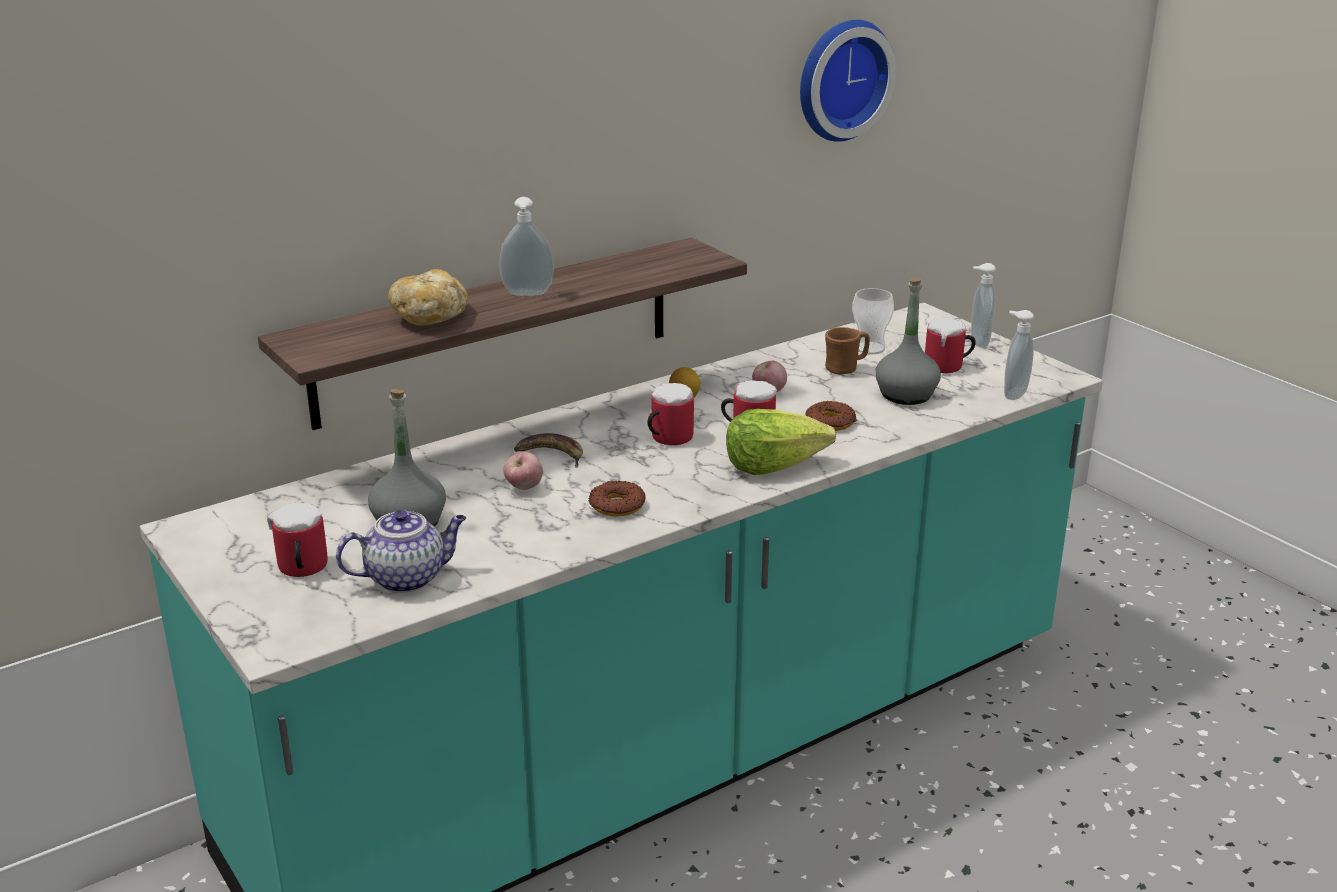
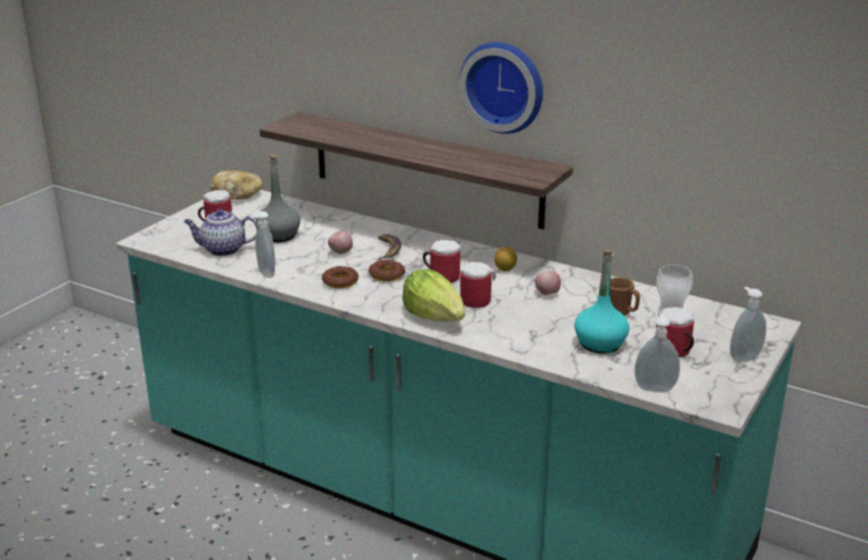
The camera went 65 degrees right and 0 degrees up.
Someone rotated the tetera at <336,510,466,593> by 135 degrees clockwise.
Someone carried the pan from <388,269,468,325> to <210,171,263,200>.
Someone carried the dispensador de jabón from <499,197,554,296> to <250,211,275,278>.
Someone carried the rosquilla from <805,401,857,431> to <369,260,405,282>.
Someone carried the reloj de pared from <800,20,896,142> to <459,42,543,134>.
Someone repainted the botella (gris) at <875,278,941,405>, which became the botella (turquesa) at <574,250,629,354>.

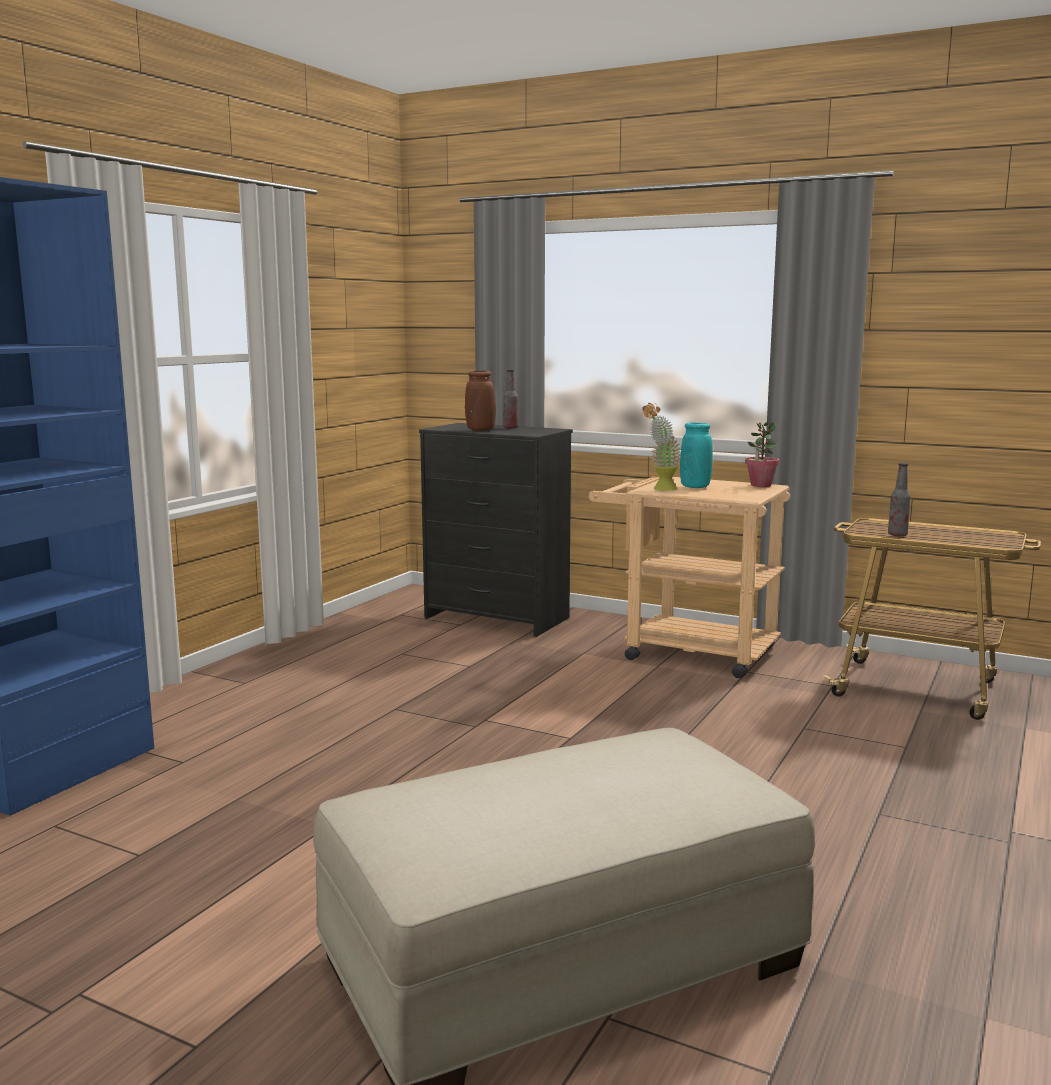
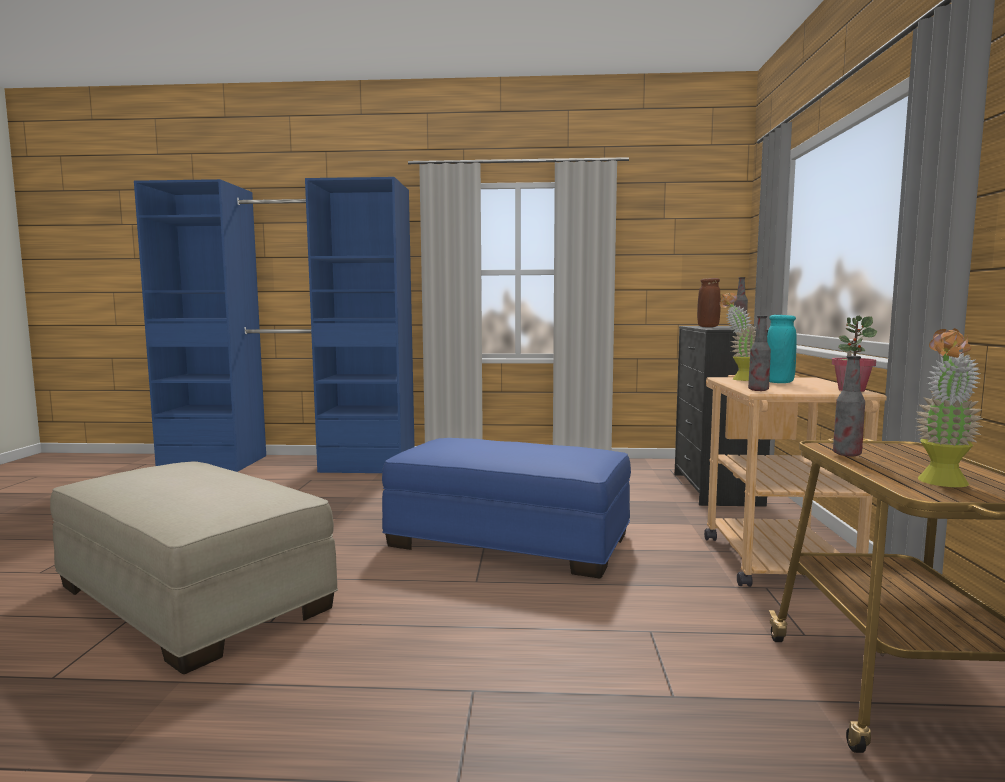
The camera went 65 degrees right and 5 degrees down.
Someone put down the puf (azul) at <382,438,631,578>.
Someone put down the botella at <748,316,771,391>.
Someone put down the planta en maceta at <916,328,983,487>.

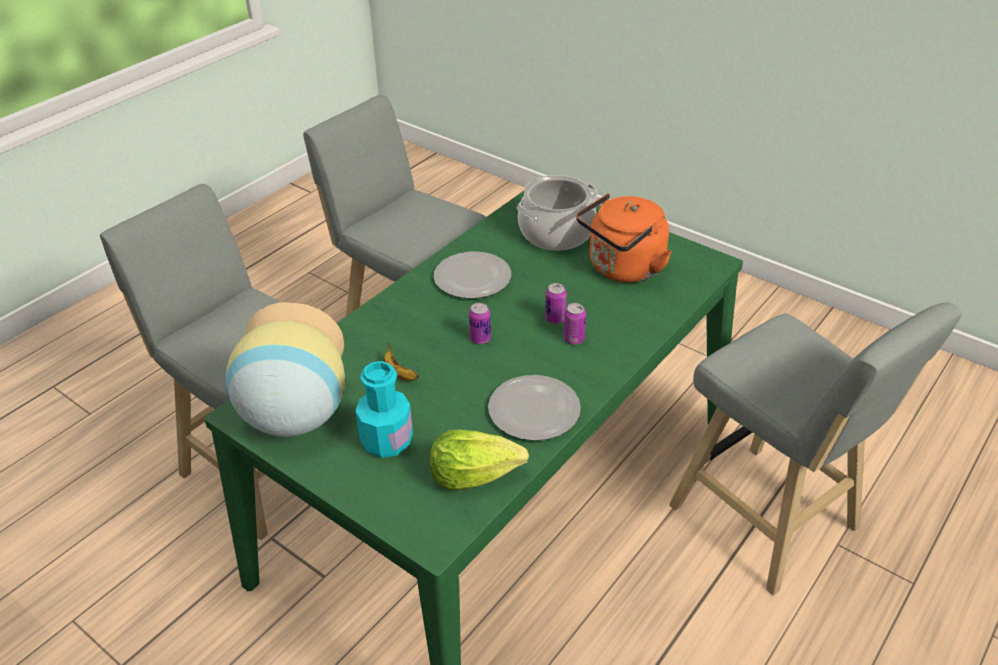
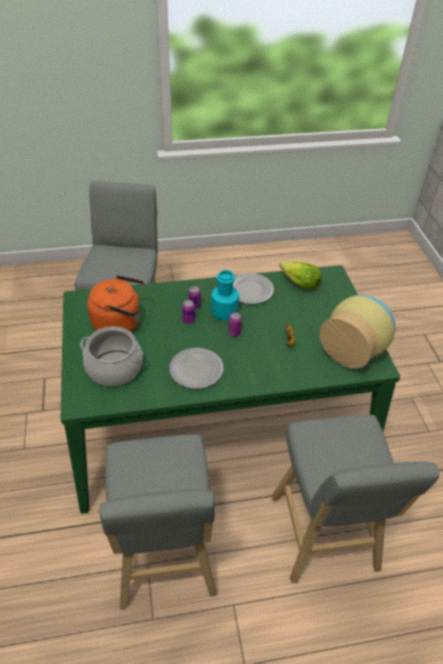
The camera went 140 degrees left and 5 degrees up.
Someone carried the botella (turquesa) from <355,361,413,458> to <211,270,239,320>.

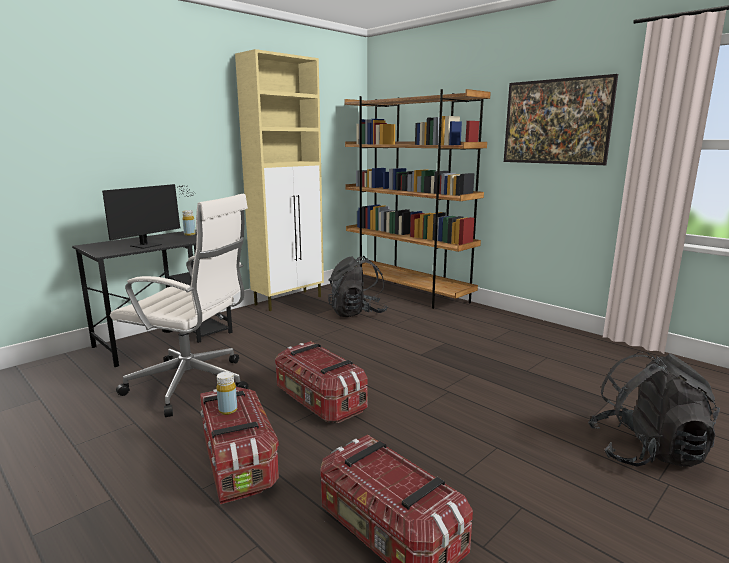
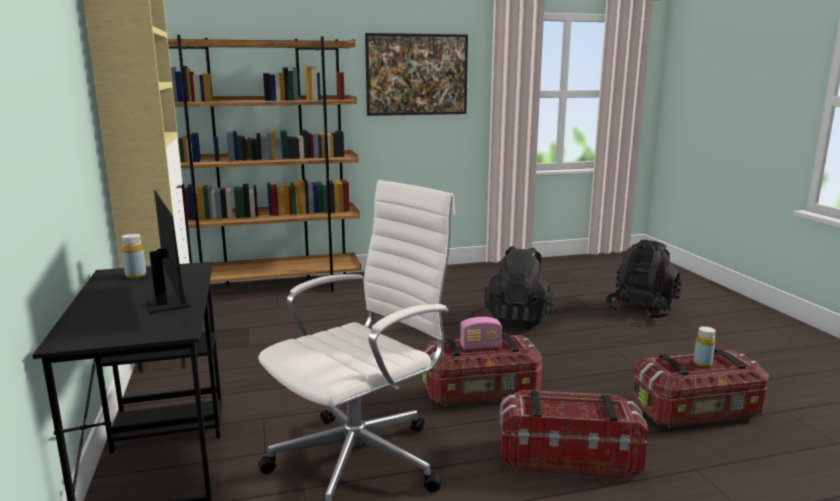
The camera went 60 degrees left and 0 degrees up.
Someone put down the radio at <460,317,502,350>.
Someone carried the mochila (negro) from <328,256,388,317> to <484,246,554,329>.
Someone carried the botella (amarillo) from <217,371,237,415> to <693,326,716,367>.

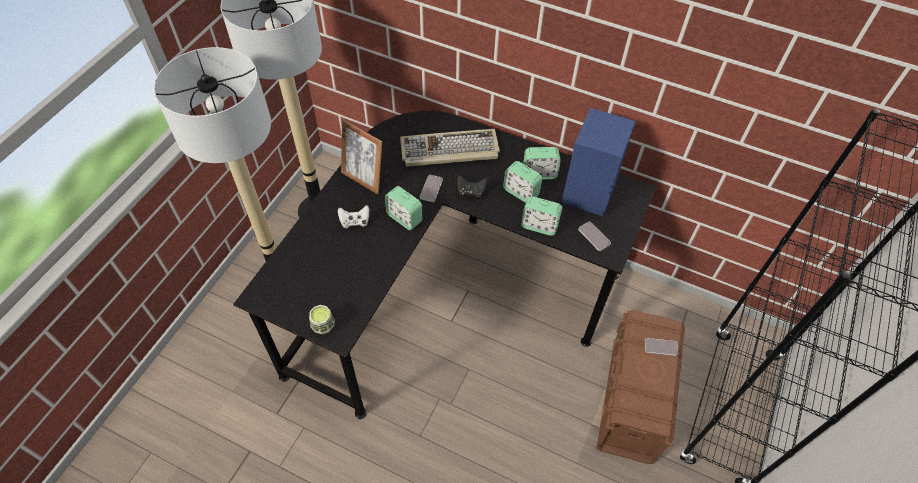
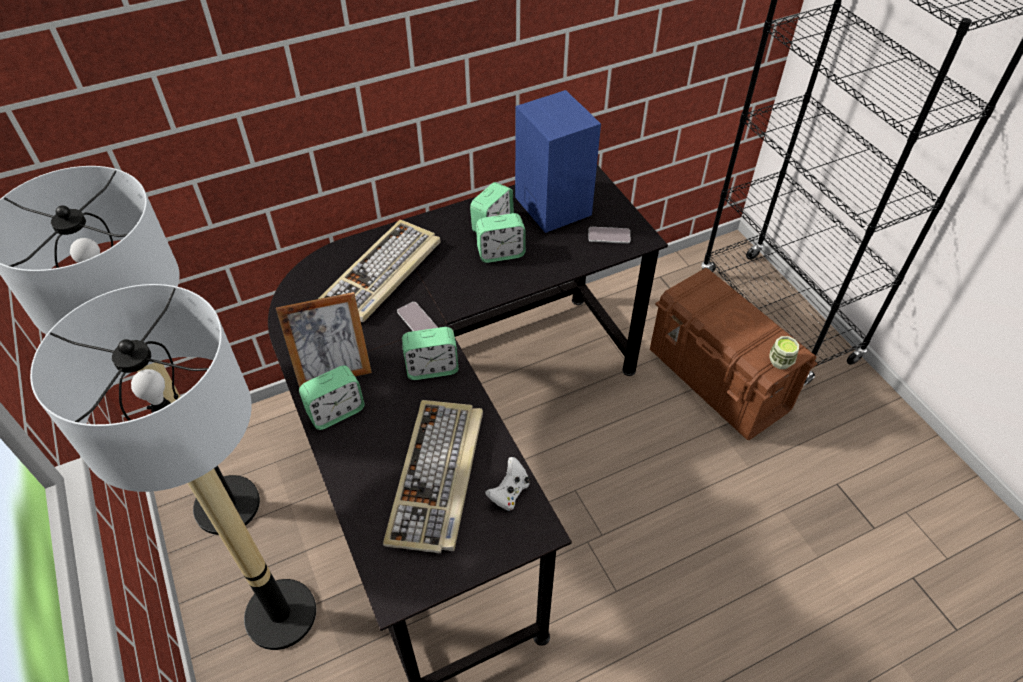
The camera went 50 degrees left and 5 degrees down.
Someone carried the despertador from <521,196,562,236> to <299,365,365,430>.
Someone put down the teclado at <383,400,483,553>.
Someone carried the mando de consola (blanco) from <338,205,369,228> to <485,457,530,511>.
Someone carried the taza from <309,305,335,334> to <769,336,799,369>.
Someone took away the mando de consola (negro) at <457,175,487,198>.
Someone took away the móvil at <645,338,678,356>.

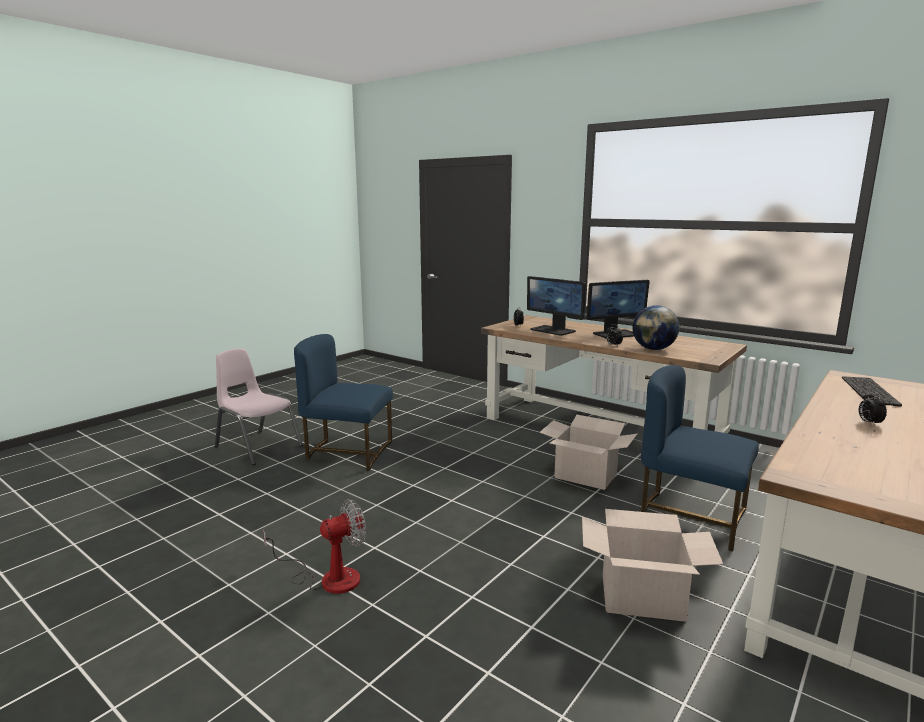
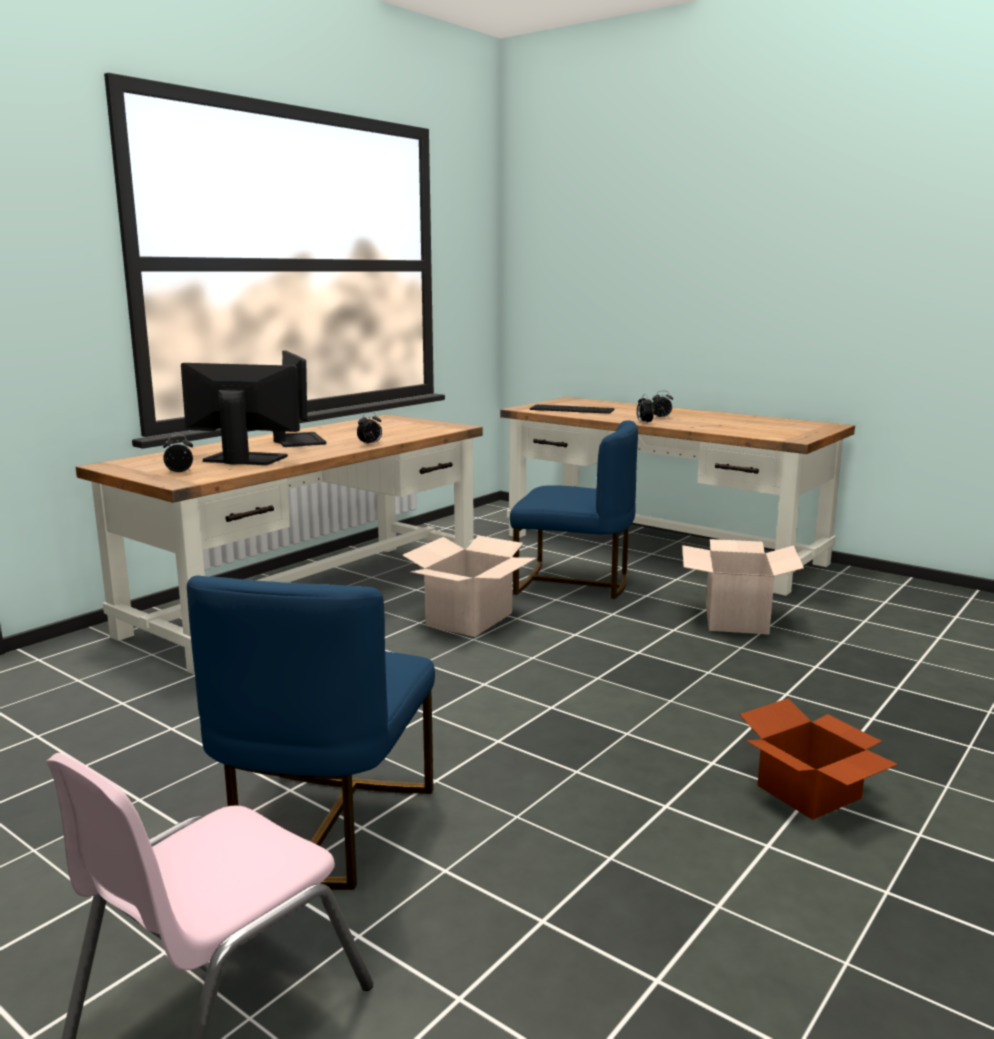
The camera went 90 degrees left and 0 degrees up.
Someone rotated the monitor at <527,276,586,336> by 120 degrees counterclockwise.
Someone rotated the silla (azul) at <641,365,759,552> by 105 degrees counterclockwise.
Someone put down the despertador at <637,394,654,424>.
Someone swapped the ventilador at <263,499,366,594> for the caja de cartón at <739,698,898,820>.
Someone took away the globo terráqueo at <632,305,679,350>.

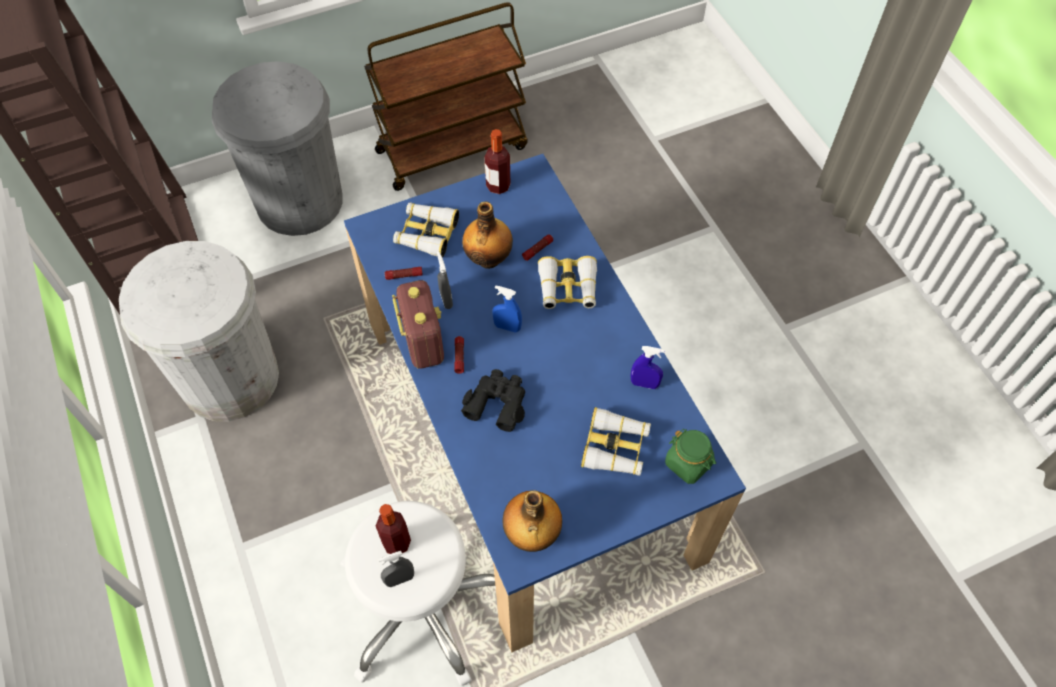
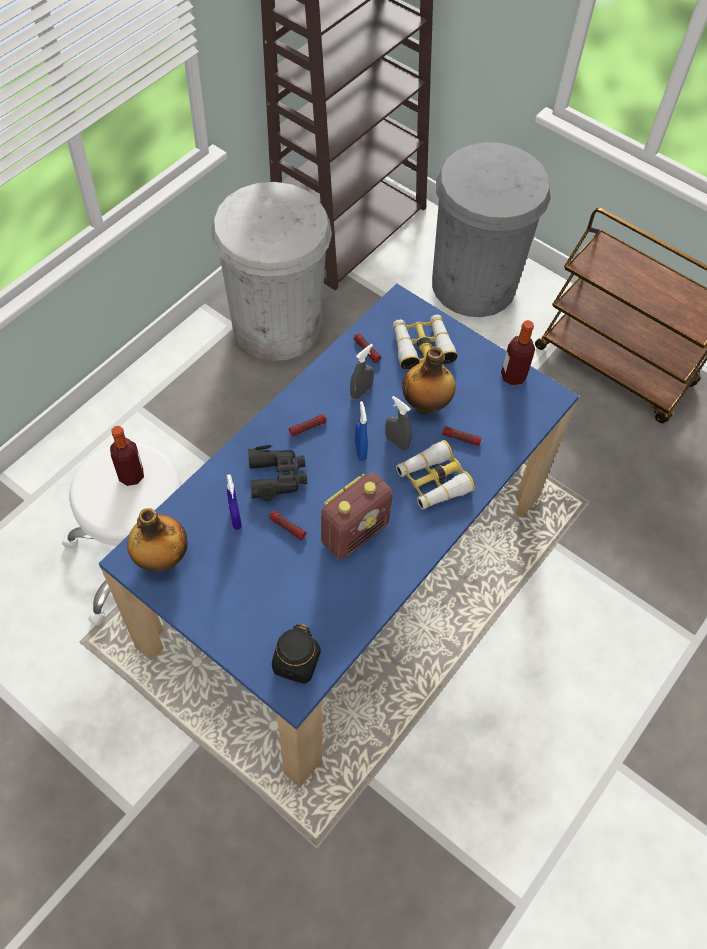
The camera went 60 degrees right and 0 degrees up.
Someone carried the pulverizador (azul) from <631,346,664,389> to <227,474,242,530>.
Someone put down the linterna at <269,511,307,540>.
Someone repainted the tarro (verde) at <665,429,716,484>, which became the tarro (negro) at <272,624,320,684>.
Someone carried the radio from <392,280,444,369> to <321,473,393,559>.
Someone carried the pulverizador (gris) from <378,551,414,587> to <385,396,412,451>.
Someone took away the prismáticos at <581,407,651,476>.

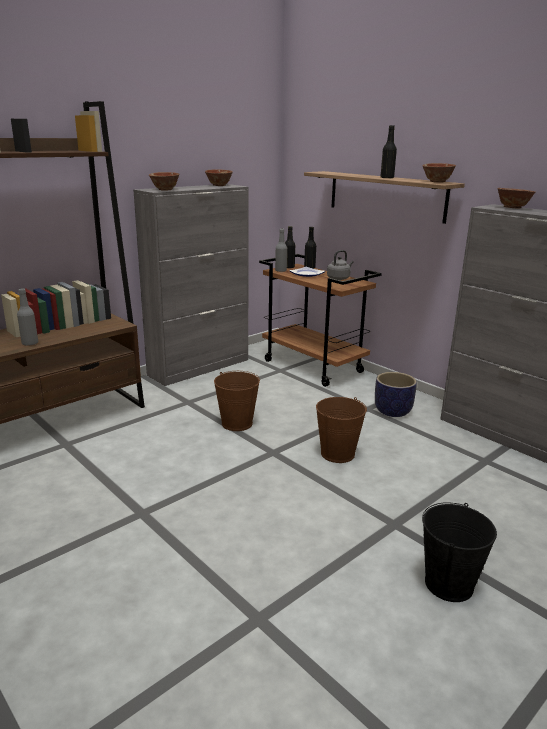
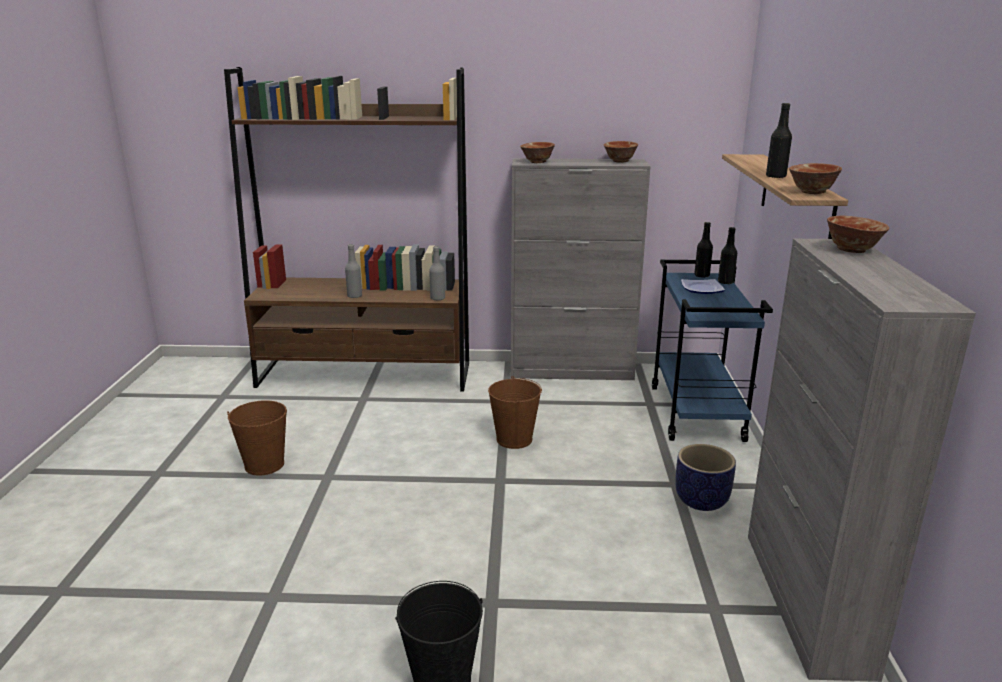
The camera went 45 degrees right and 0 degrees up.
Someone carried the cubo (marrón) from <316,397,367,463> to <227,400,287,476>.
Someone carried the botella (gris) from <275,228,287,272> to <429,246,445,301>.
Someone repainted the carrito (marrón) at <259,254,382,387>, which became the carrito (azul) at <652,260,773,442>.
Someone took away the hervidor (gris) at <327,250,353,280>.

